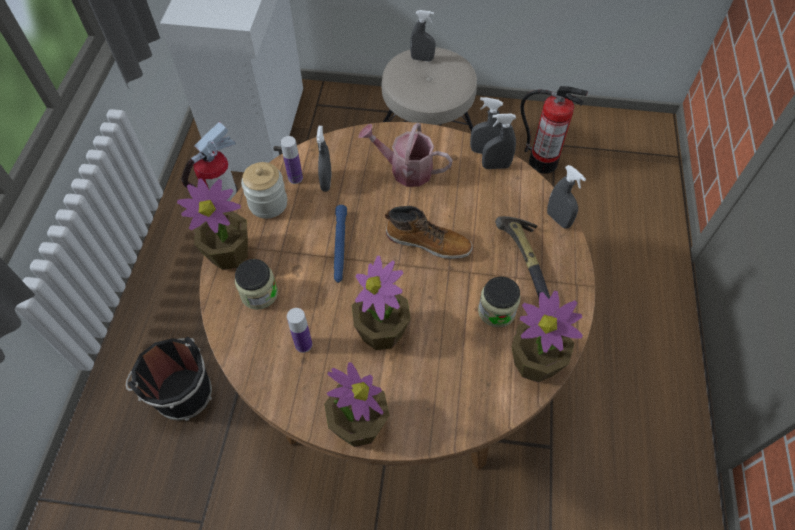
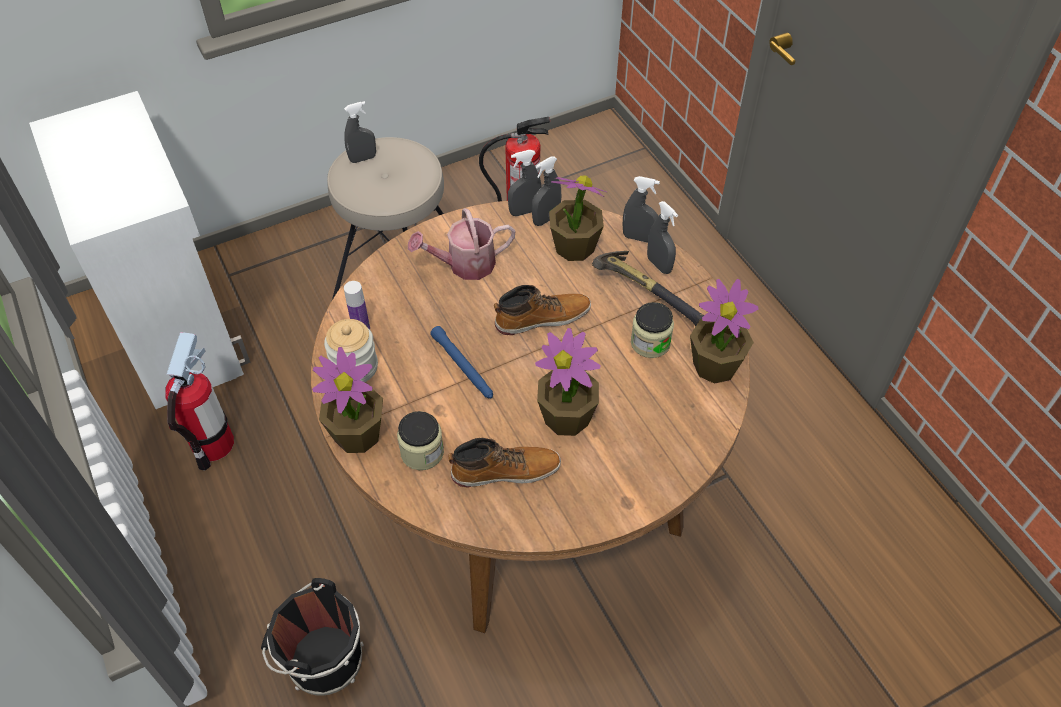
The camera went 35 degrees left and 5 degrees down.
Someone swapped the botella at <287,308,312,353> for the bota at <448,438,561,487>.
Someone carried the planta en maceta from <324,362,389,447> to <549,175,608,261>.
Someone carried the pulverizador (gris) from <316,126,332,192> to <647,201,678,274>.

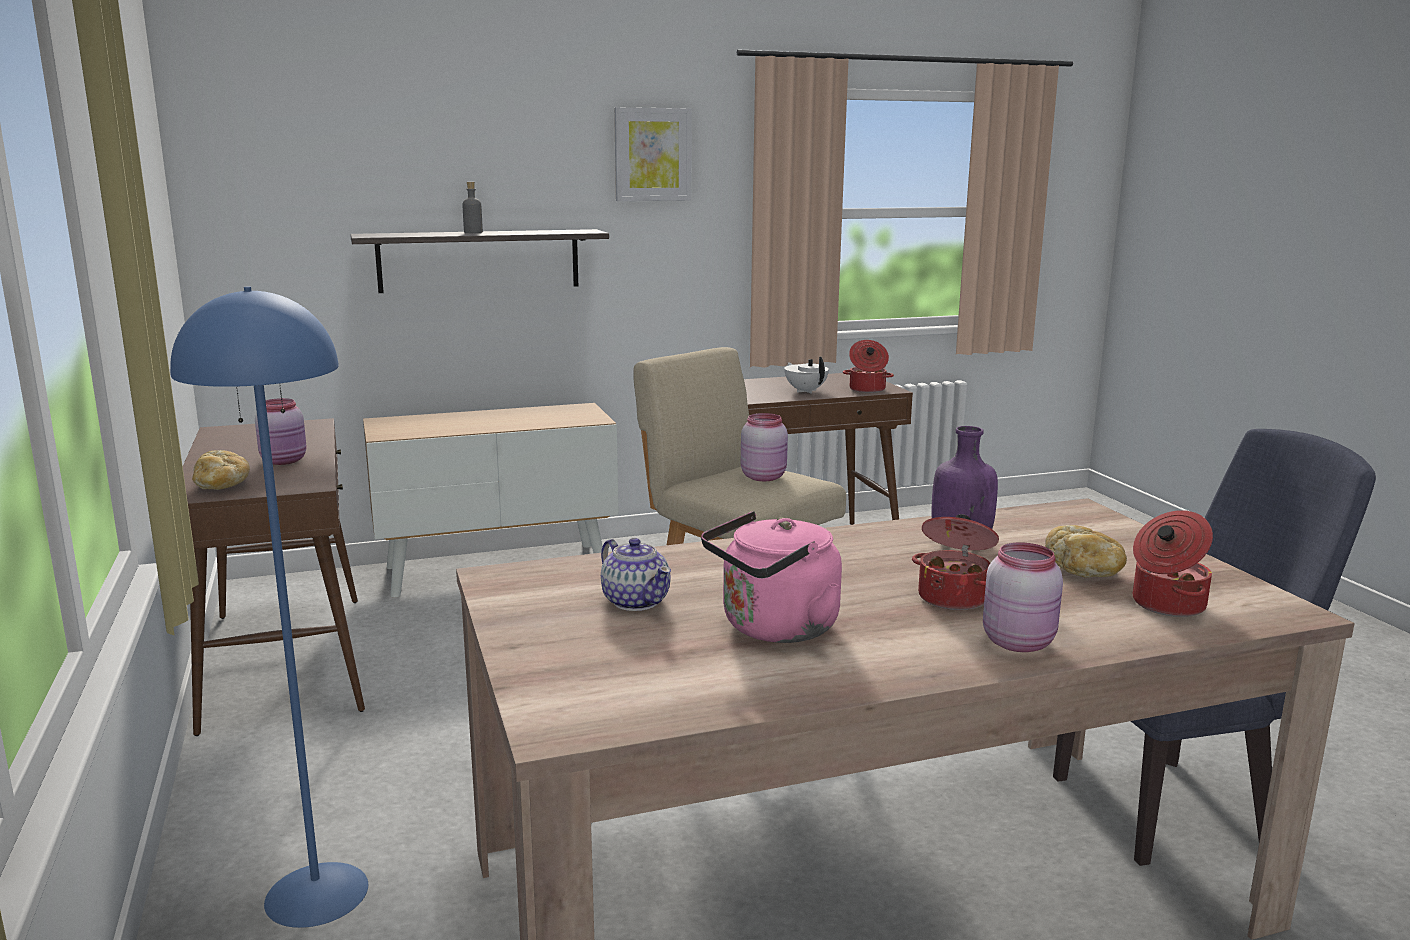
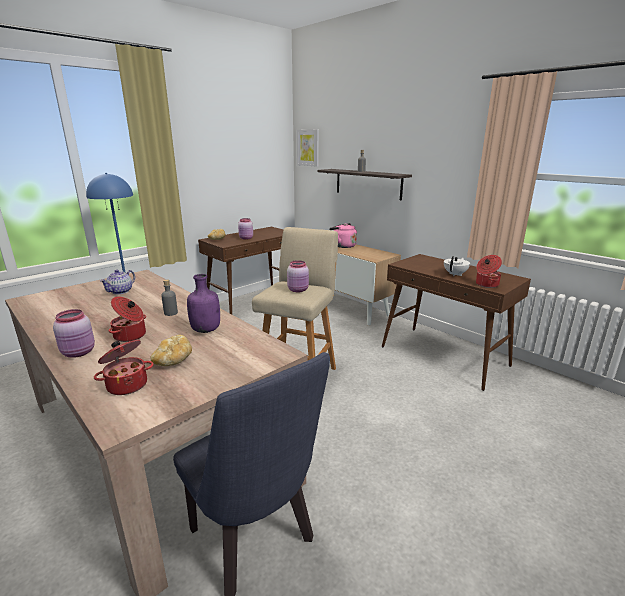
The camera went 65 degrees right and 5 degrees up.
Someone put down the botella (gris) at <161,279,178,316>.
Someone carried the cuadro from <614,107,692,201> to <297,129,319,167>.
Someone carried the hervidor (rosa) from <701,511,842,643> to <329,223,357,248>.

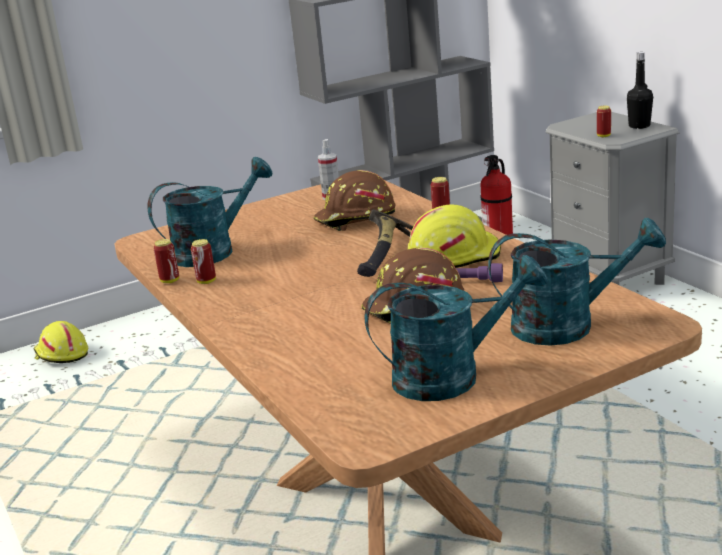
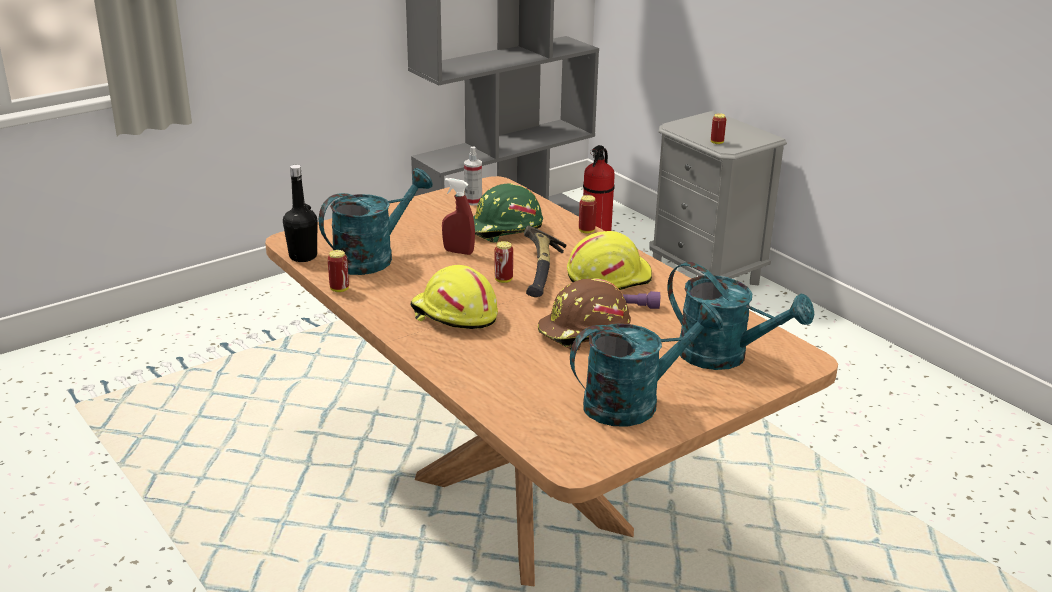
The camera went 10 degrees left and 5 degrees up.
Someone carried the botella (negro) from <627,52,653,129> to <283,165,318,262>.
Someone carried the casco (amarillo) from <34,321,88,363> to <410,265,498,329>.
Someone put down the pulverizador (rojo) at <442,178,475,255>.
Someone repainted the casco (marrón) at <313,170,396,231>, which became the casco (verde) at <473,183,543,243>.
Someone carried the lata from <191,239,216,284> to <495,241,513,283>.
Someone rotated the regadera (turquesa) at <488,218,666,346> by 45 degrees clockwise.

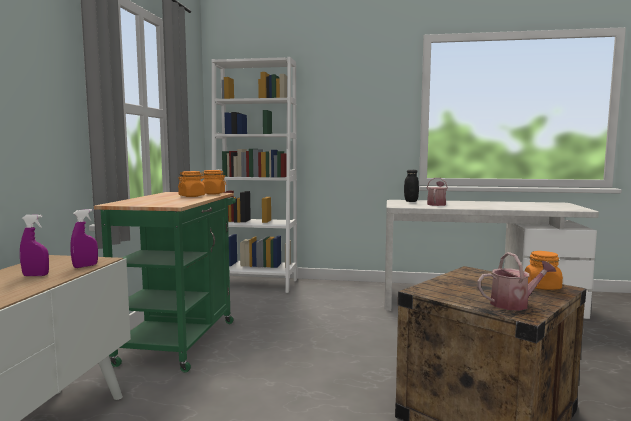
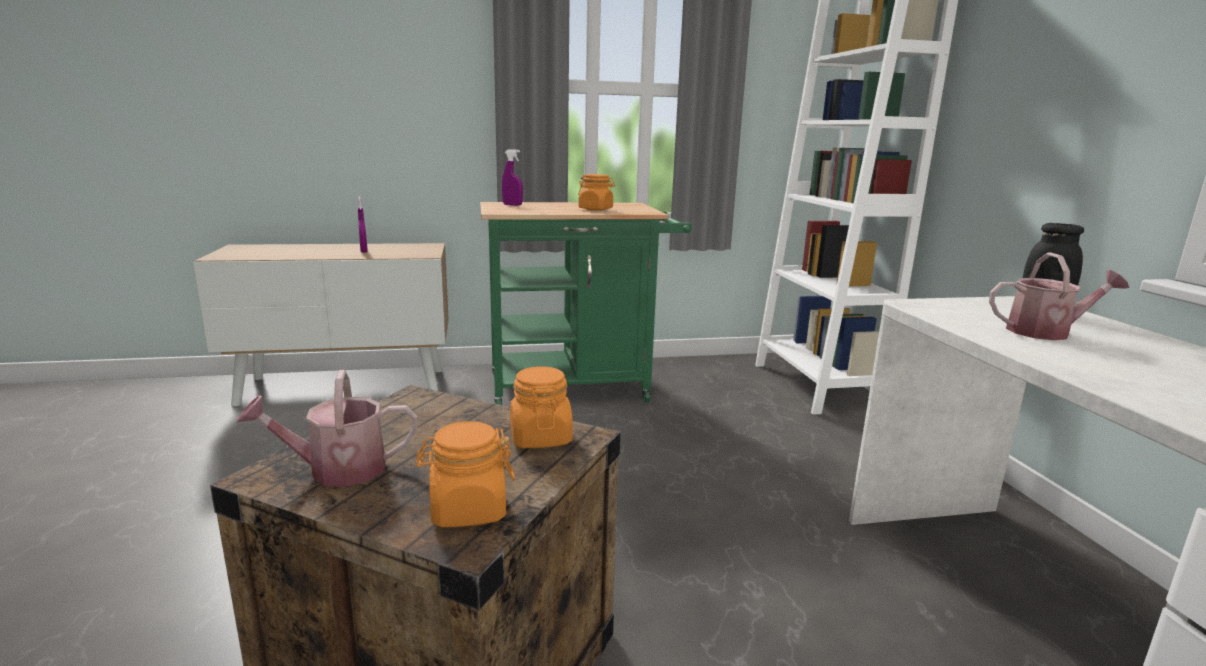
The camera went 70 degrees right and 10 degrees up.
Someone rotated the regadera at <477,252,557,311> by 105 degrees clockwise.
Someone carried the pulverizador (morado) from <70,209,98,268> to <502,149,523,206>.
Someone carried the tarro (naranja) from <201,170,226,195> to <510,366,573,448>.

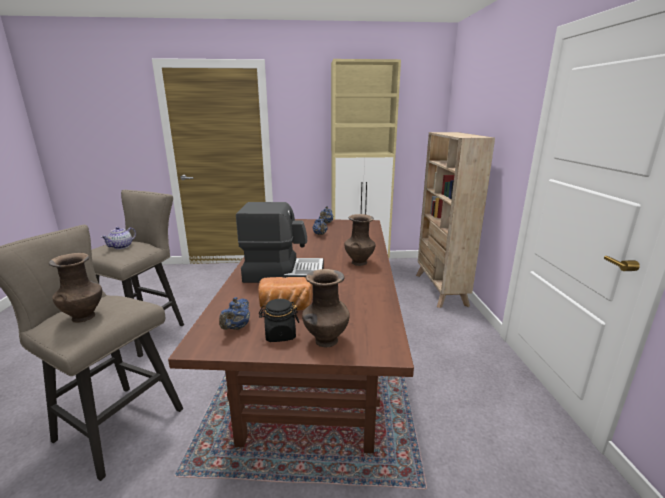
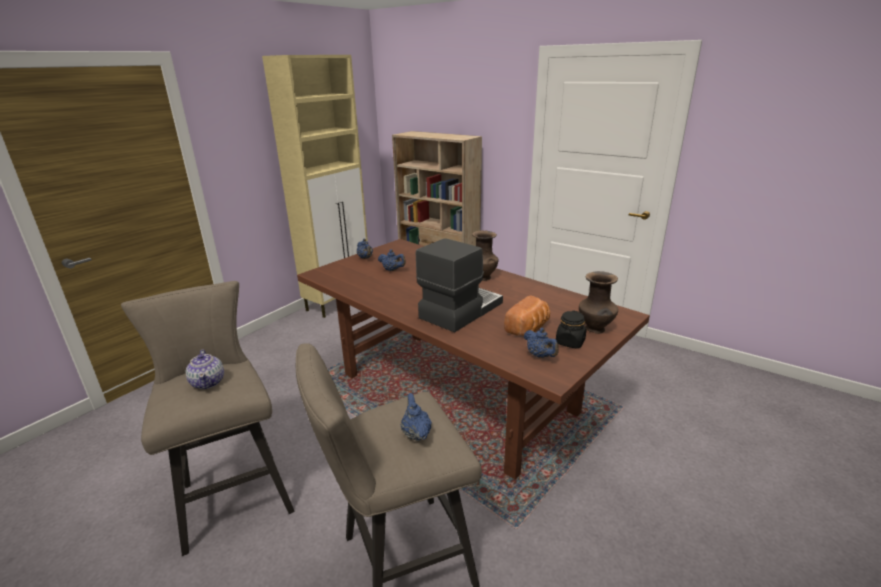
The camera went 50 degrees left and 5 degrees up.
Someone swapped the florero (marrón) at <49,253,102,323> for the tetera (azul) at <401,393,432,441>.

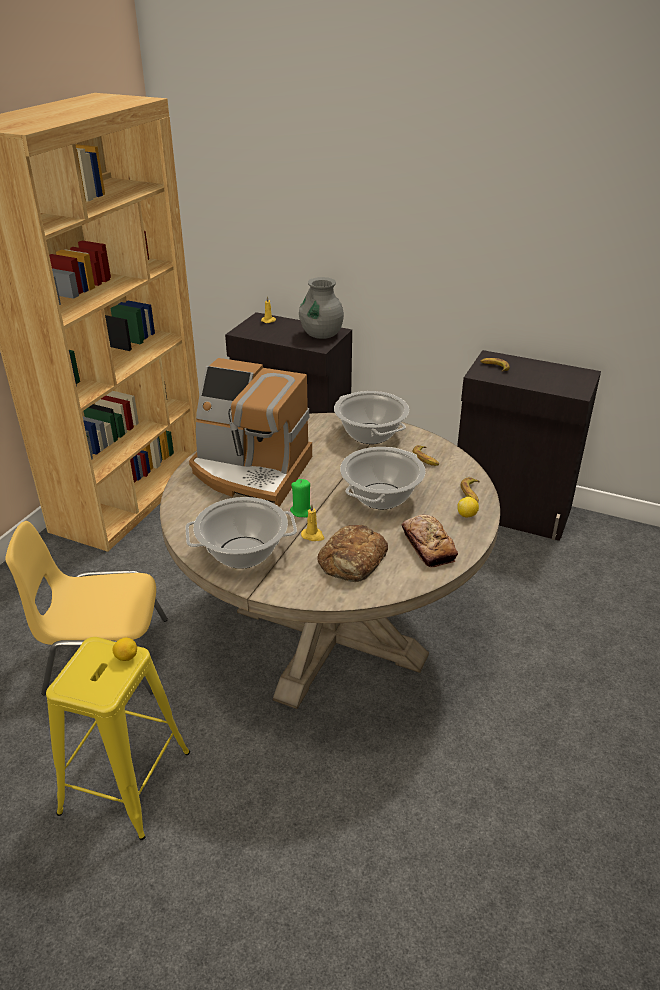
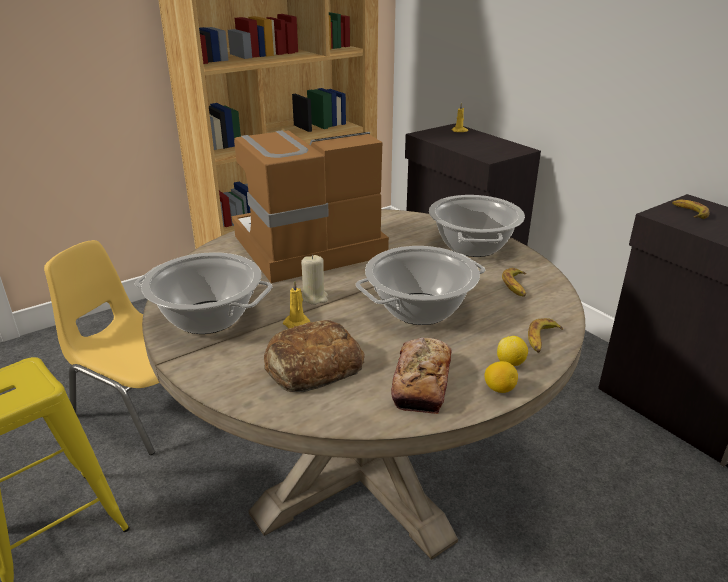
The camera went 30 degrees right and 5 degrees down.
Someone rotated the cafetera at <189,358,312,507> by 105 degrees clockwise.
Someone repainted the vela (verde) at <290,479,311,518>, which became the vela (beis) at <301,255,328,305>.
Someone carried the limón from <113,638,137,661> to <484,361,518,393>.
Someone took away the florero (gris) at <299,277,344,339>.

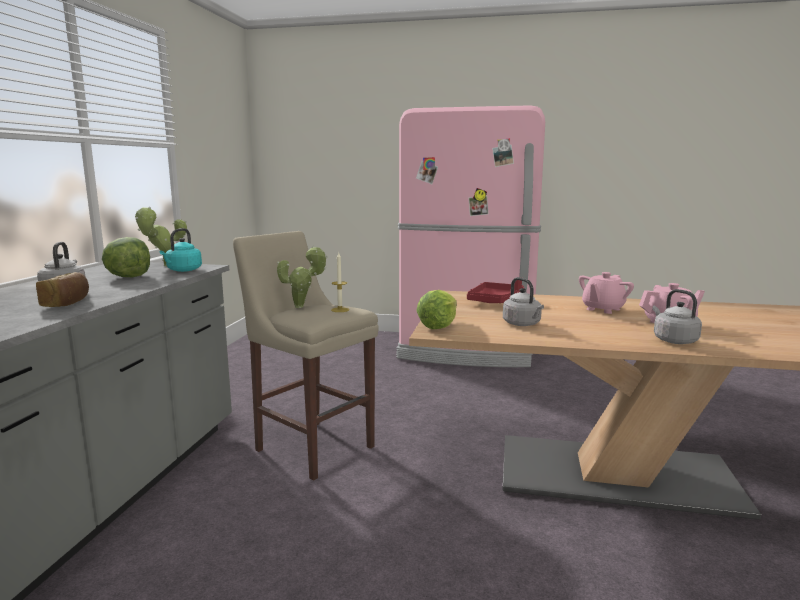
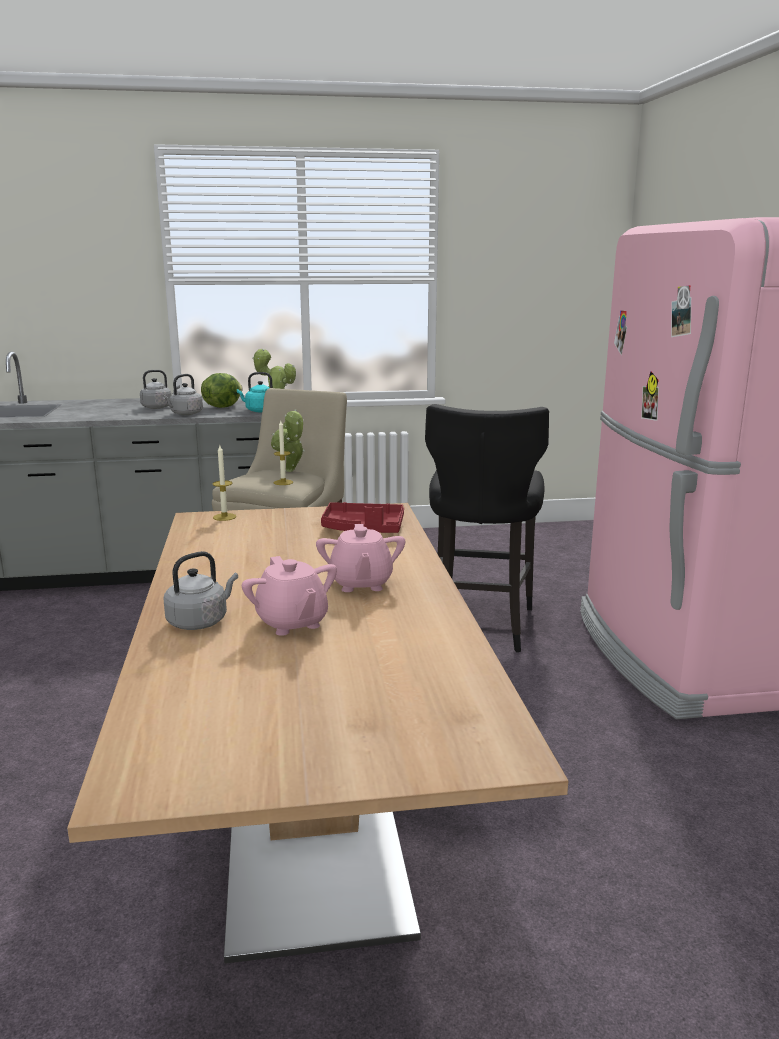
The camera went 70 degrees right and 5 degrees up.
Someone carried the hervidor (gris) from <503,277,544,326> to <162,374,203,415>.
Someone swapped the lechuga at <416,290,457,329> for the vela at <212,445,236,521>.
Someone rotated the tetera (rosa) at <579,272,634,314> by 120 degrees counterclockwise.
Someone put down the taburete (negro) at <425,404,549,652>.
Someone took away the pan at <36,272,89,307>.

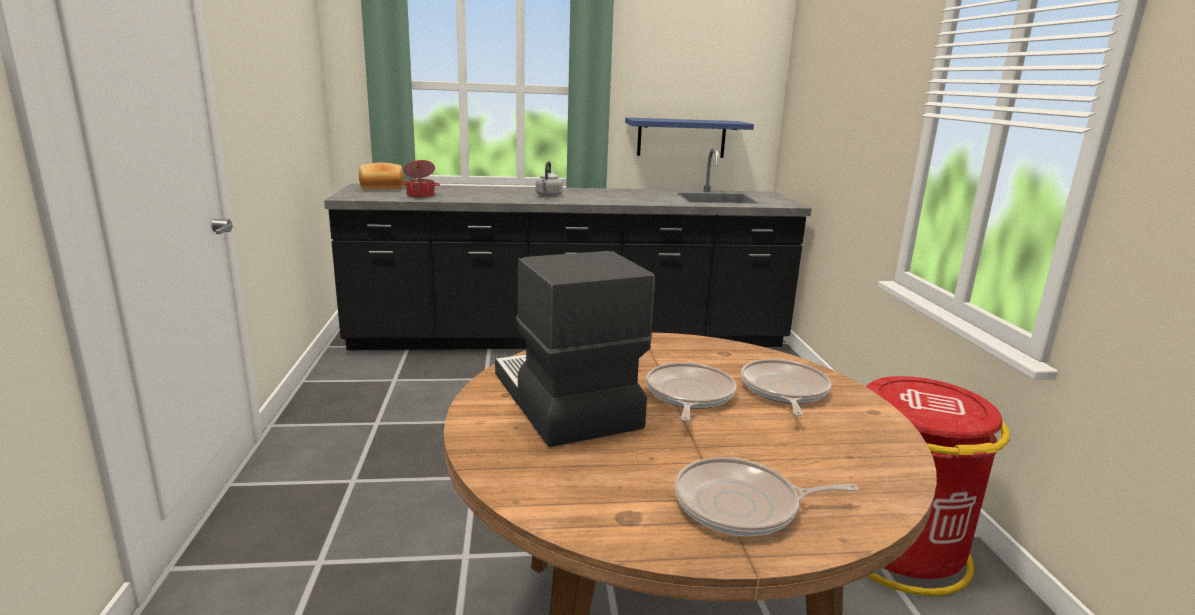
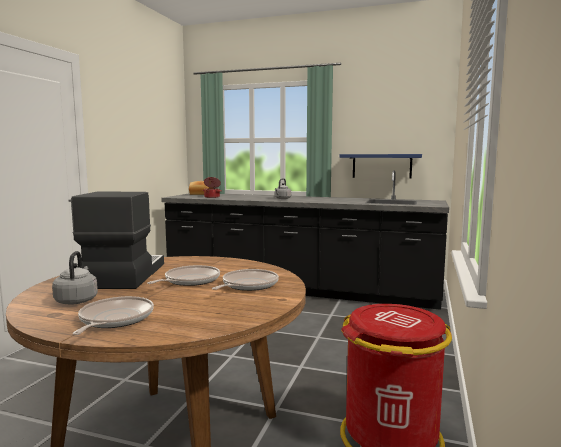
The camera went 25 degrees right and 10 degrees down.
Someone put down the hervidor (gris) at <52,251,98,304>.
Someone rotated the sartén at <675,457,859,536> by 75 degrees clockwise.

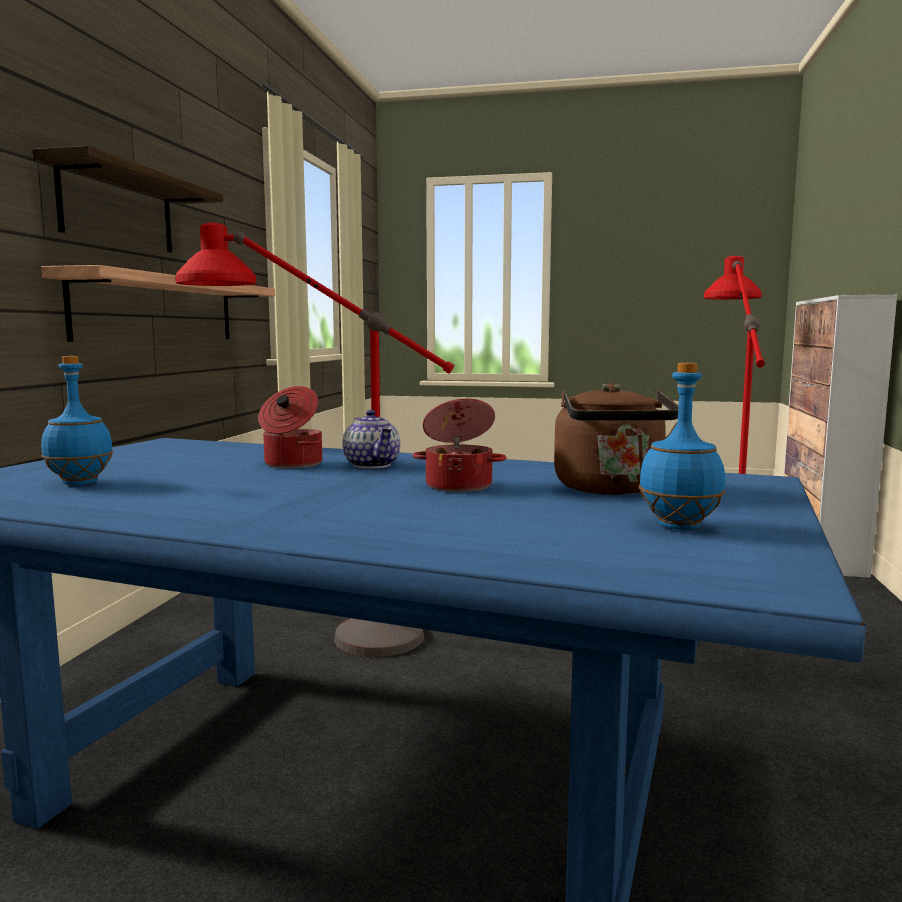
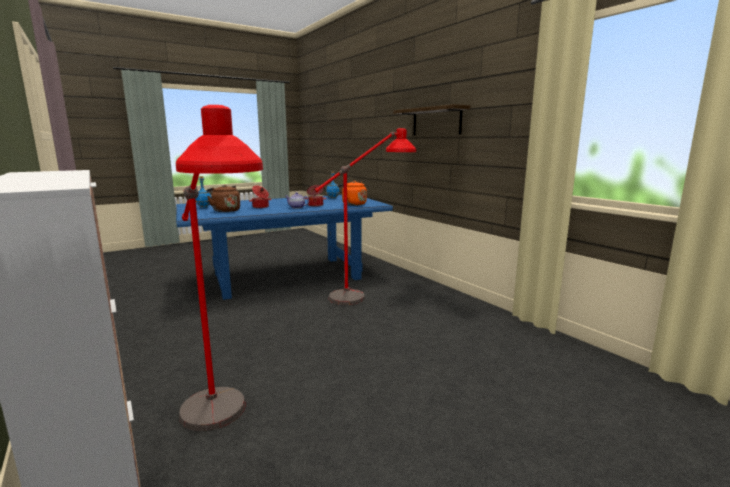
The camera went 135 degrees right and 5 degrees up.
Someone put down the hervidor (naranja) at <337,181,367,206>.
Someone took away the estante at <42,265,275,342>.

